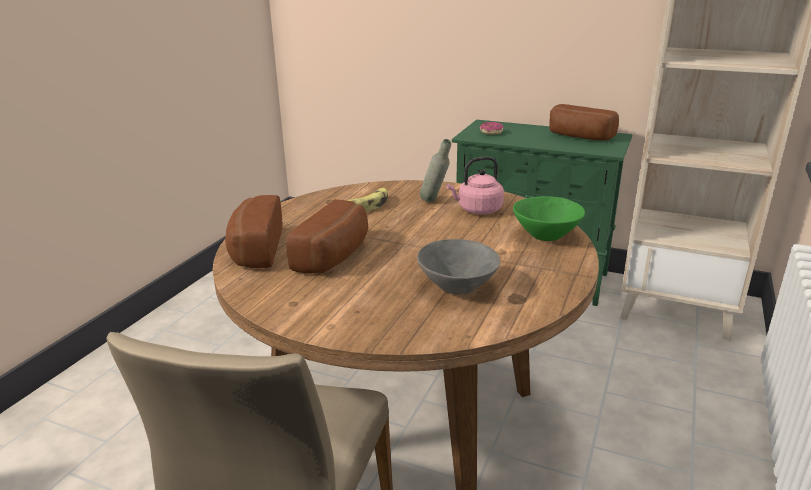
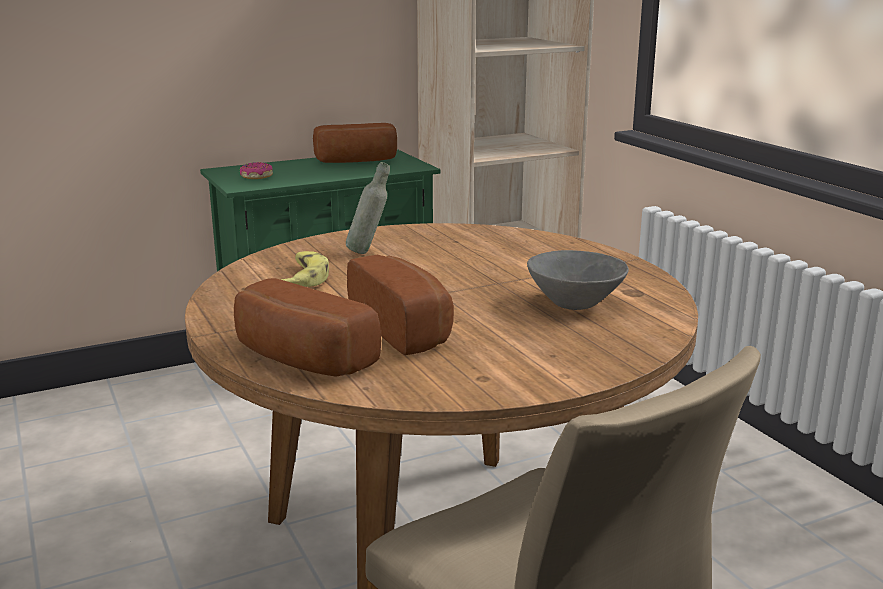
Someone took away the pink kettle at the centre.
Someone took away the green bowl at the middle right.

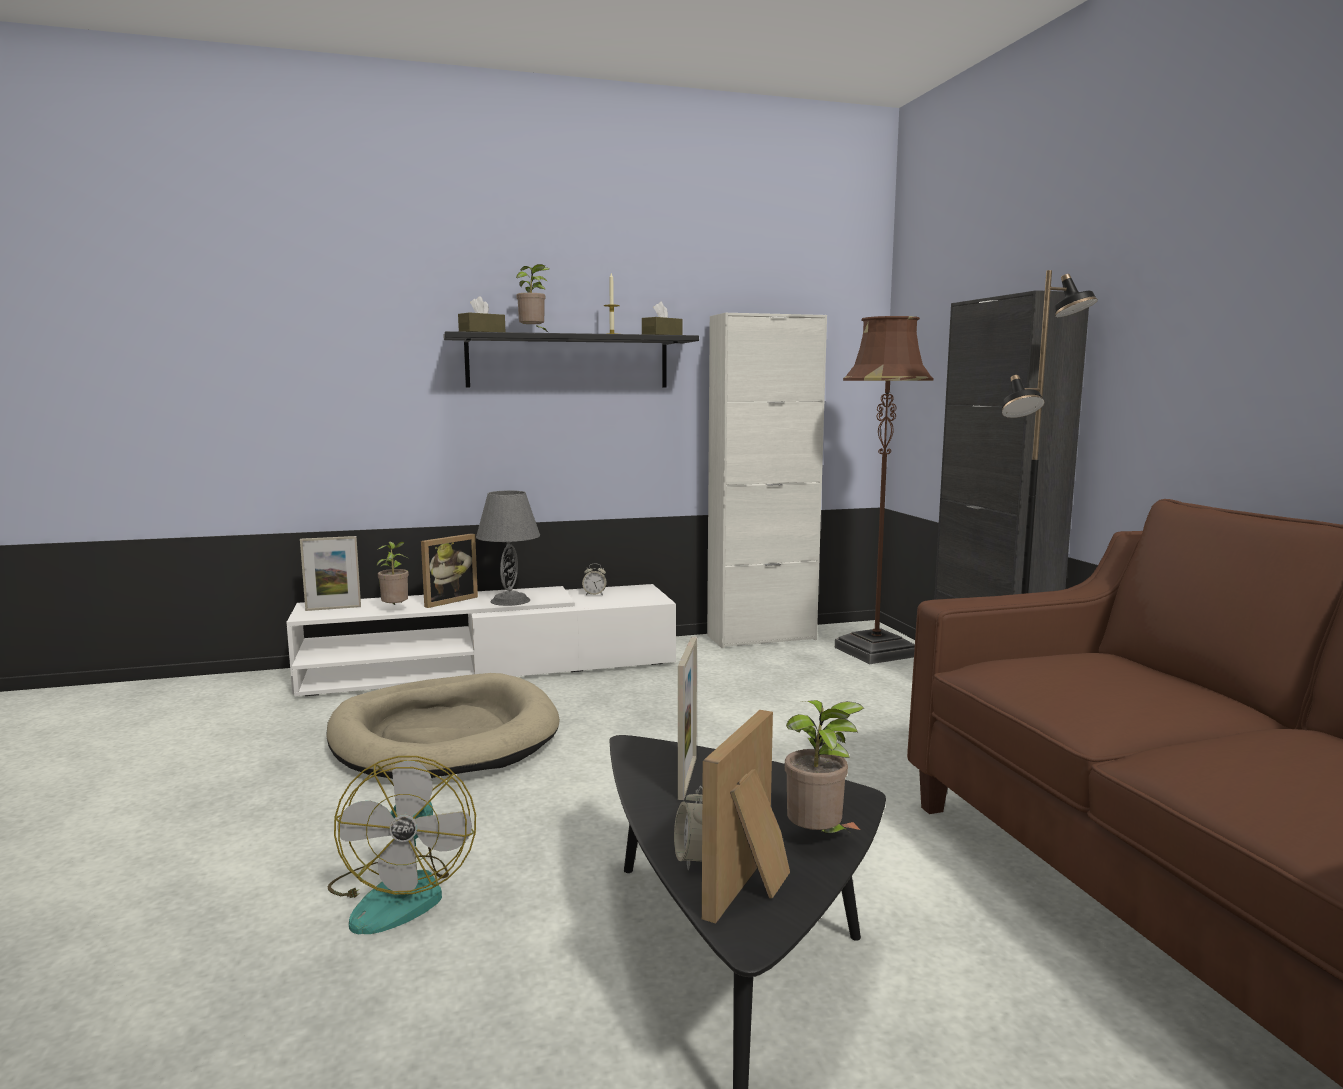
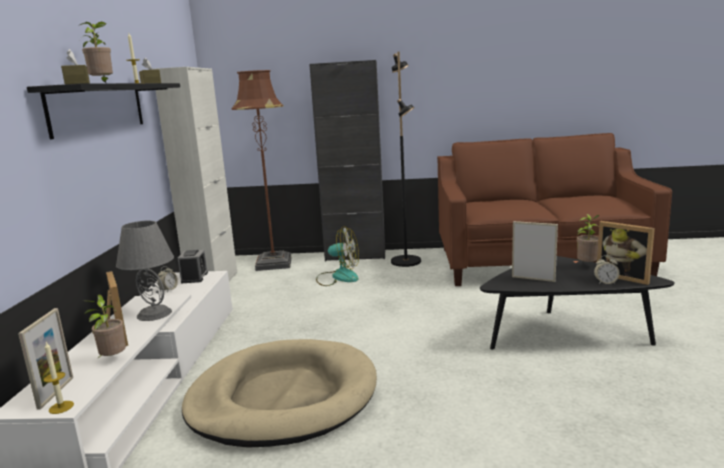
Someone put down the candle (1st from left) at the bottom left.
Someone put down the alarm clock (2nd from left) at the middle left.
Someone carried the fan from the bottom left to the centre.

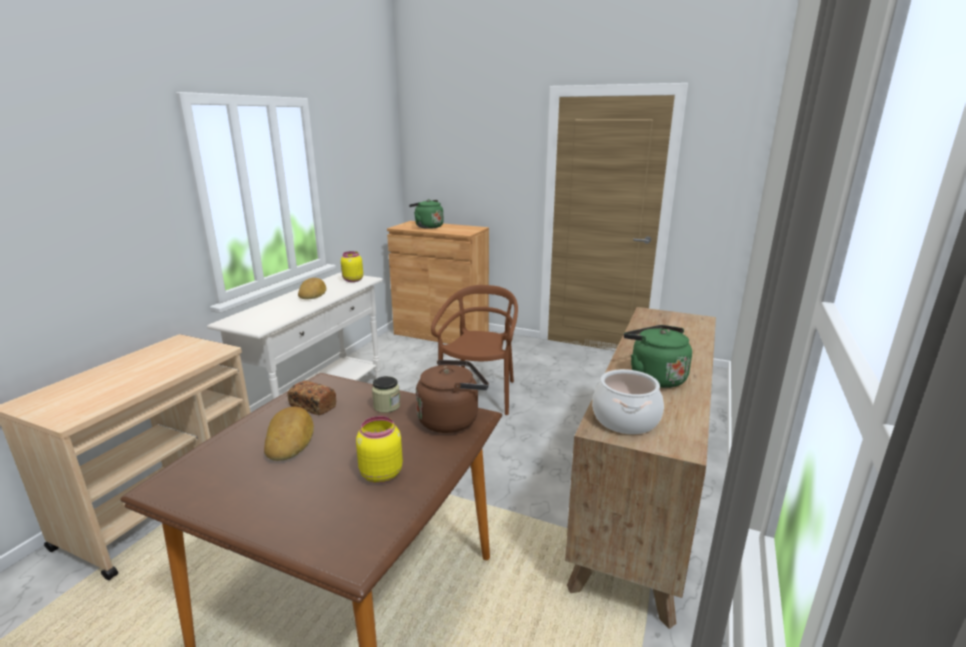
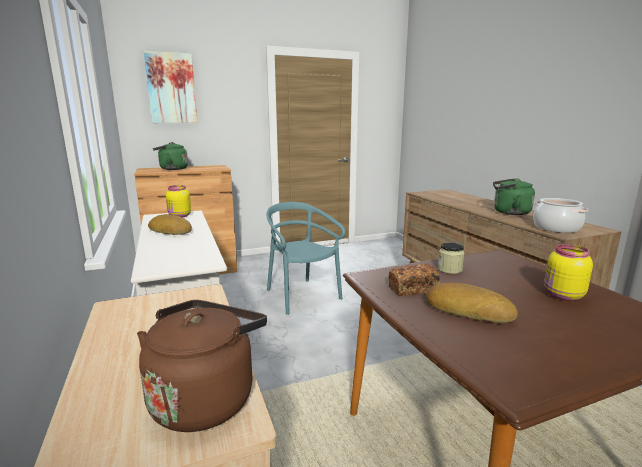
Someone carried the brown kettle from the centre to the bottom left.
Someone put up the picture at the top left.
Someone repainted the brown chair at the centre, which became the turquoise chair at the centre.

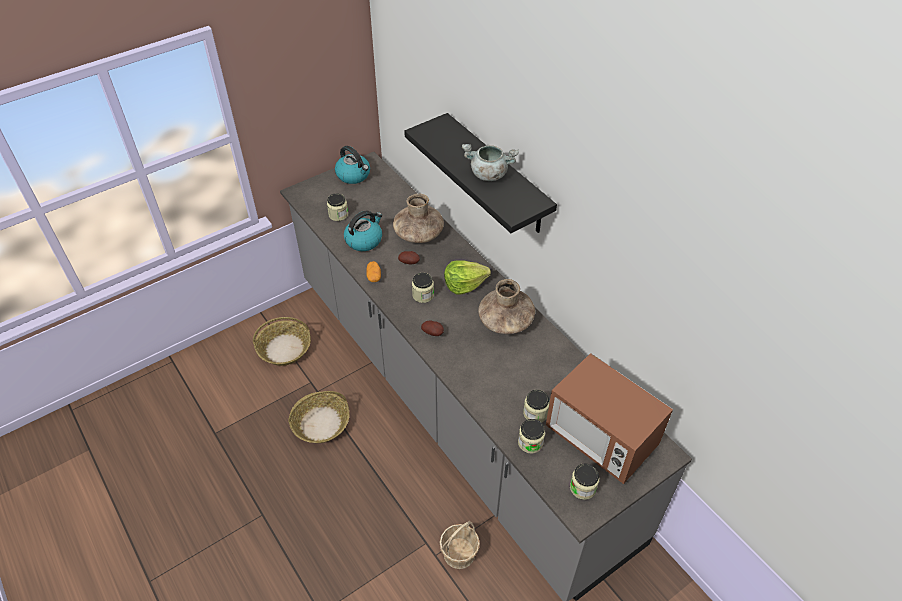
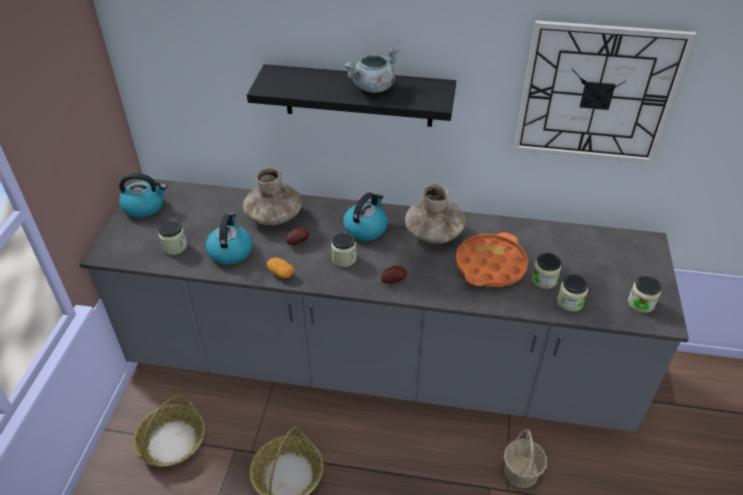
Someone swapped the lettuce at the centre for the kettle (3rd from left) at the centre.
Someone put down the orange tray at the centre.
Someone put up the wall clock at the top right.
Someone took away the microwave at the bottom right.

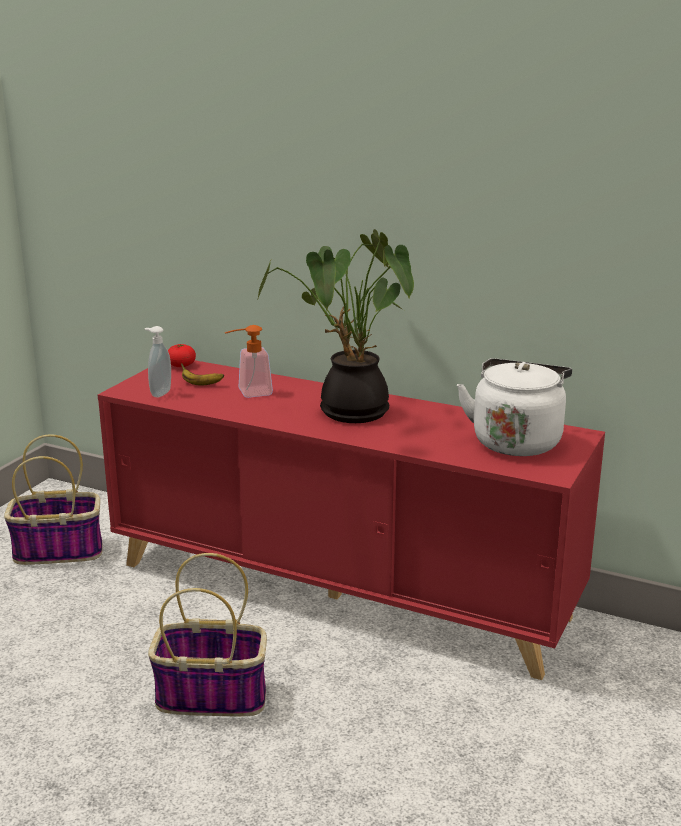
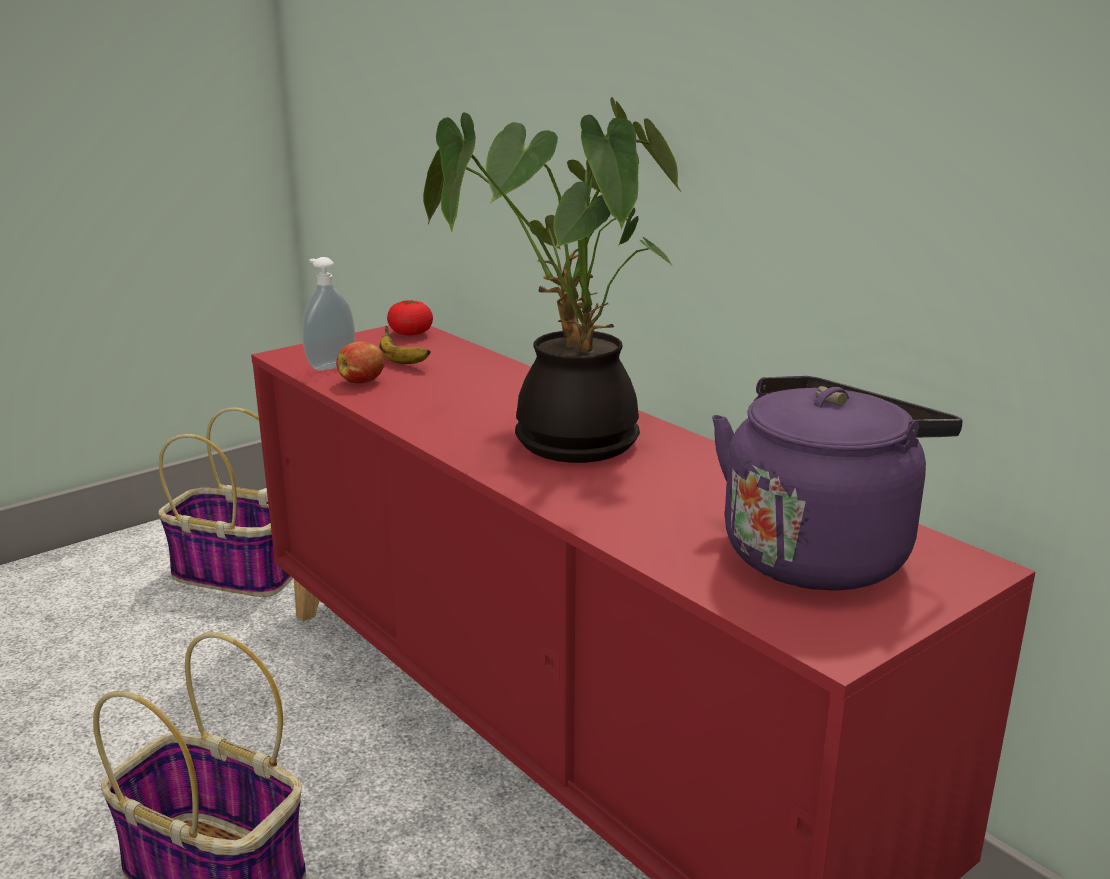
Someone put down the apple at the middle left.
Someone repainted the white kettle at the middle right, which became the purple kettle at the middle right.
Someone took away the soap dispenser (2nd from left) at the centre.

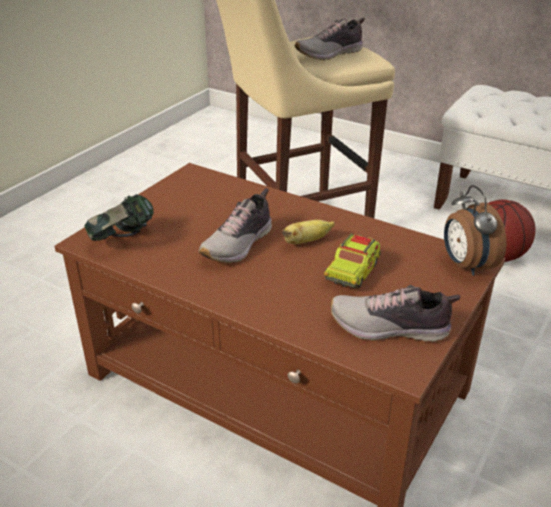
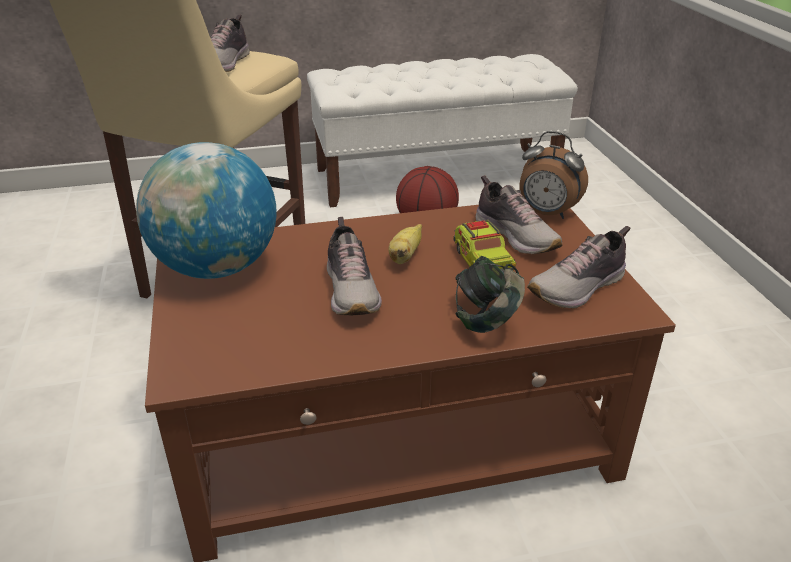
Someone put down the globe at the middle left.
Someone carried the headphones from the middle left to the centre.
Someone put down the shoe (3rd from left) at the centre.

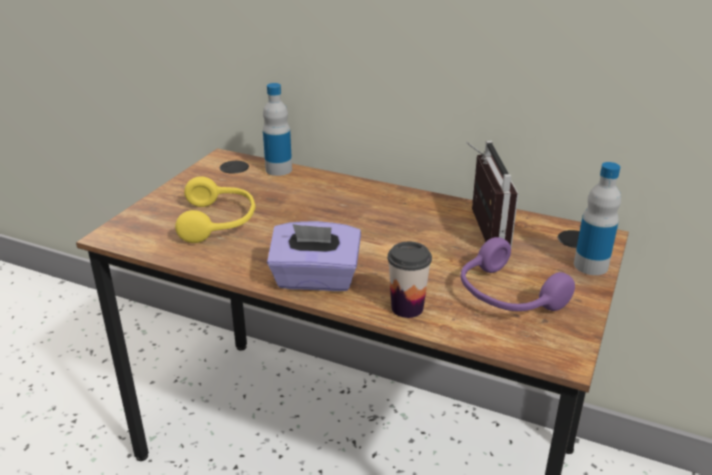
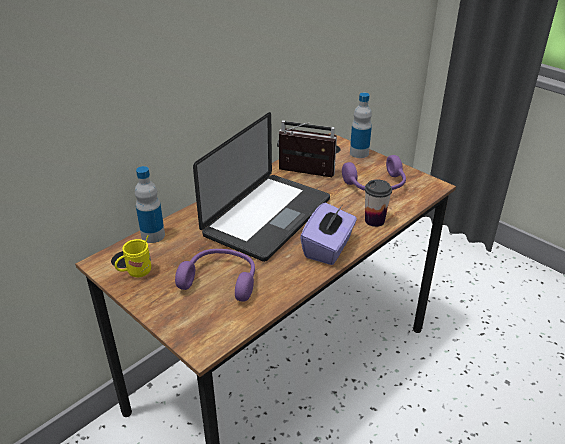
Someone put down the yellow mug at the middle left.
Someone repainted the yellow headphones at the middle left, which became the purple headphones (1st from left) at the centre.
Someone put down the laptop at the centre.

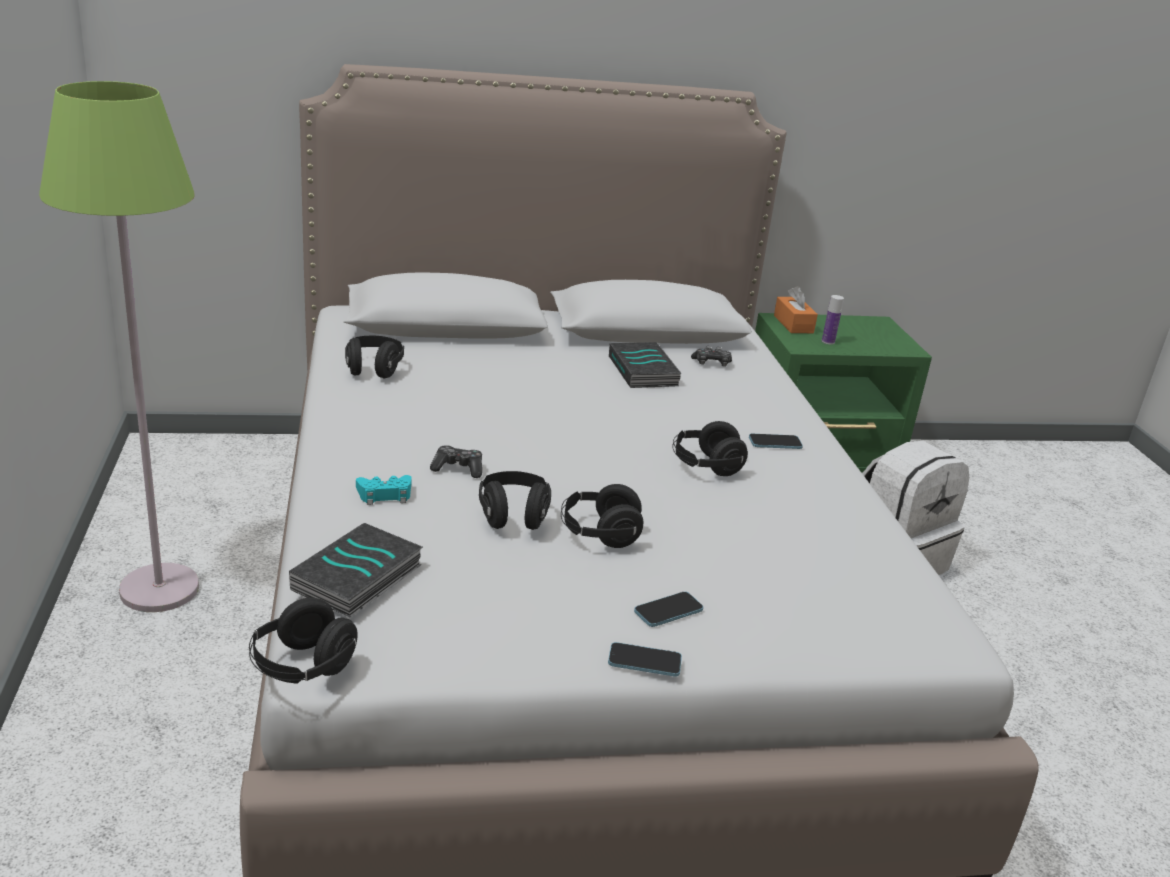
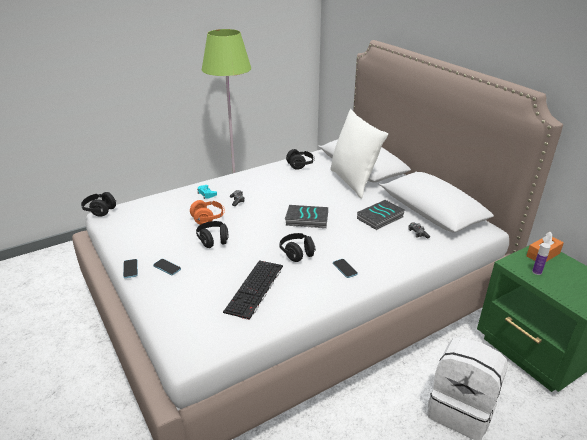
Someone repainted the black headphones (3rd from left) at the centre, which became the orange headphones at the centre.
Someone put down the keyboard at the centre.
Someone carried the book (1st from left) from the middle left to the centre.
Someone put down the white pillow at the centre.

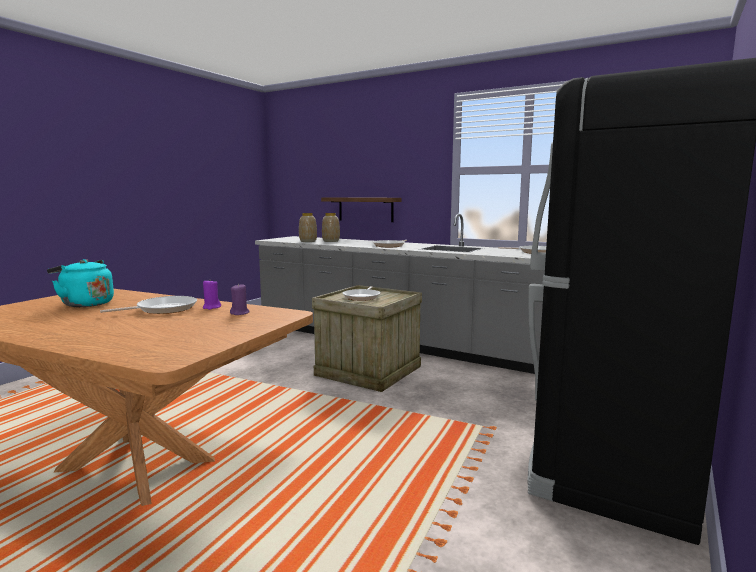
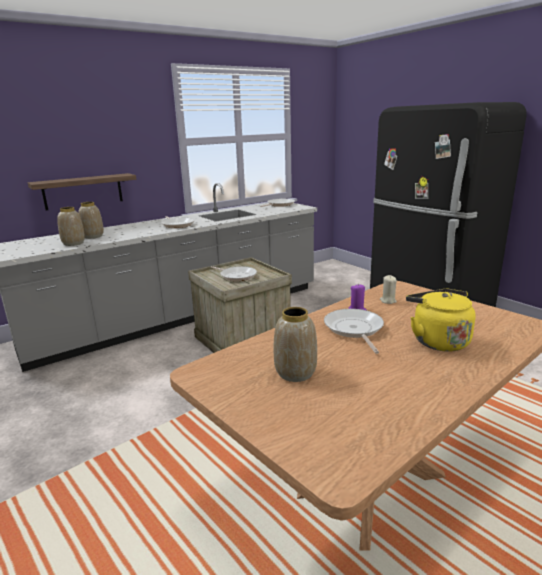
Someone swapped the turquoise kettle at the middle left for the vase (3rd from left) at the centre.
Someone repainted the purple candle (2nd from left) at the middle left, which became the beige candle at the middle right.
Someone put down the yellow kettle at the middle right.

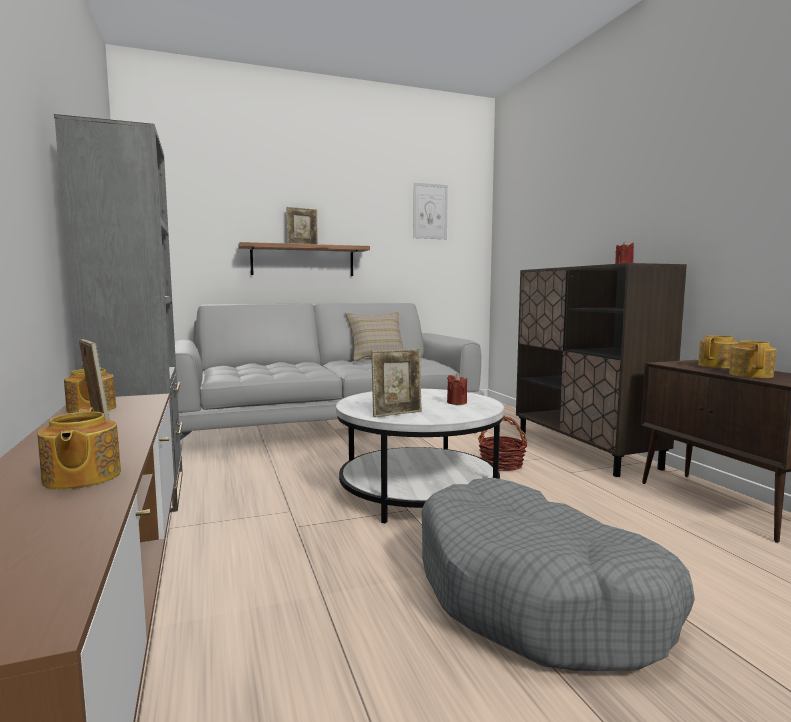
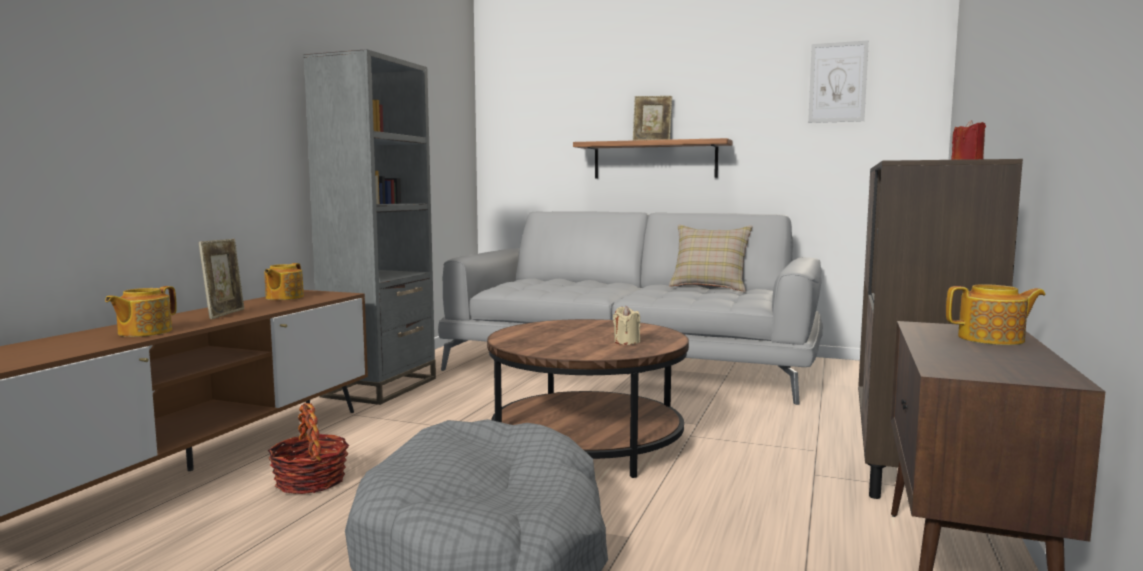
Someone carried the basket from the centre to the bottom left.
Someone repainted the white coffee table at the centre, which became the brown coffee table at the bottom centre.
Someone repainted the red candle (1st from left) at the centre, which became the beige candle at the centre.
Someone took away the picture frame (3rd from left) at the centre.
Someone took away the teapot (4th from left) at the middle right.

